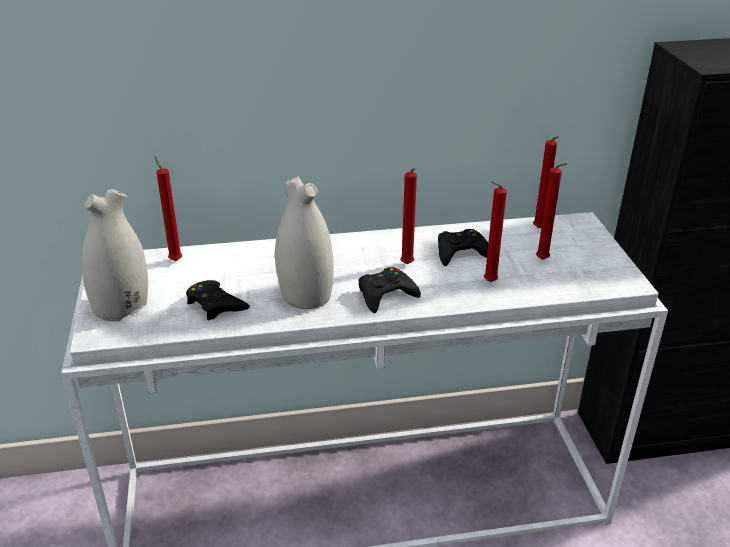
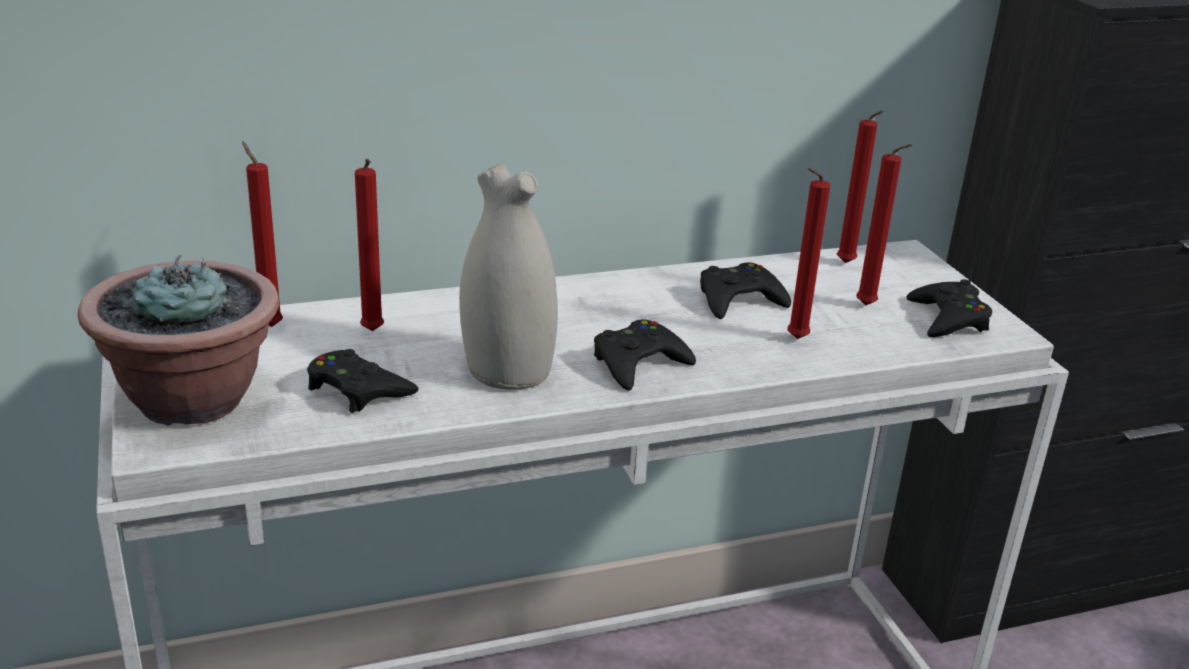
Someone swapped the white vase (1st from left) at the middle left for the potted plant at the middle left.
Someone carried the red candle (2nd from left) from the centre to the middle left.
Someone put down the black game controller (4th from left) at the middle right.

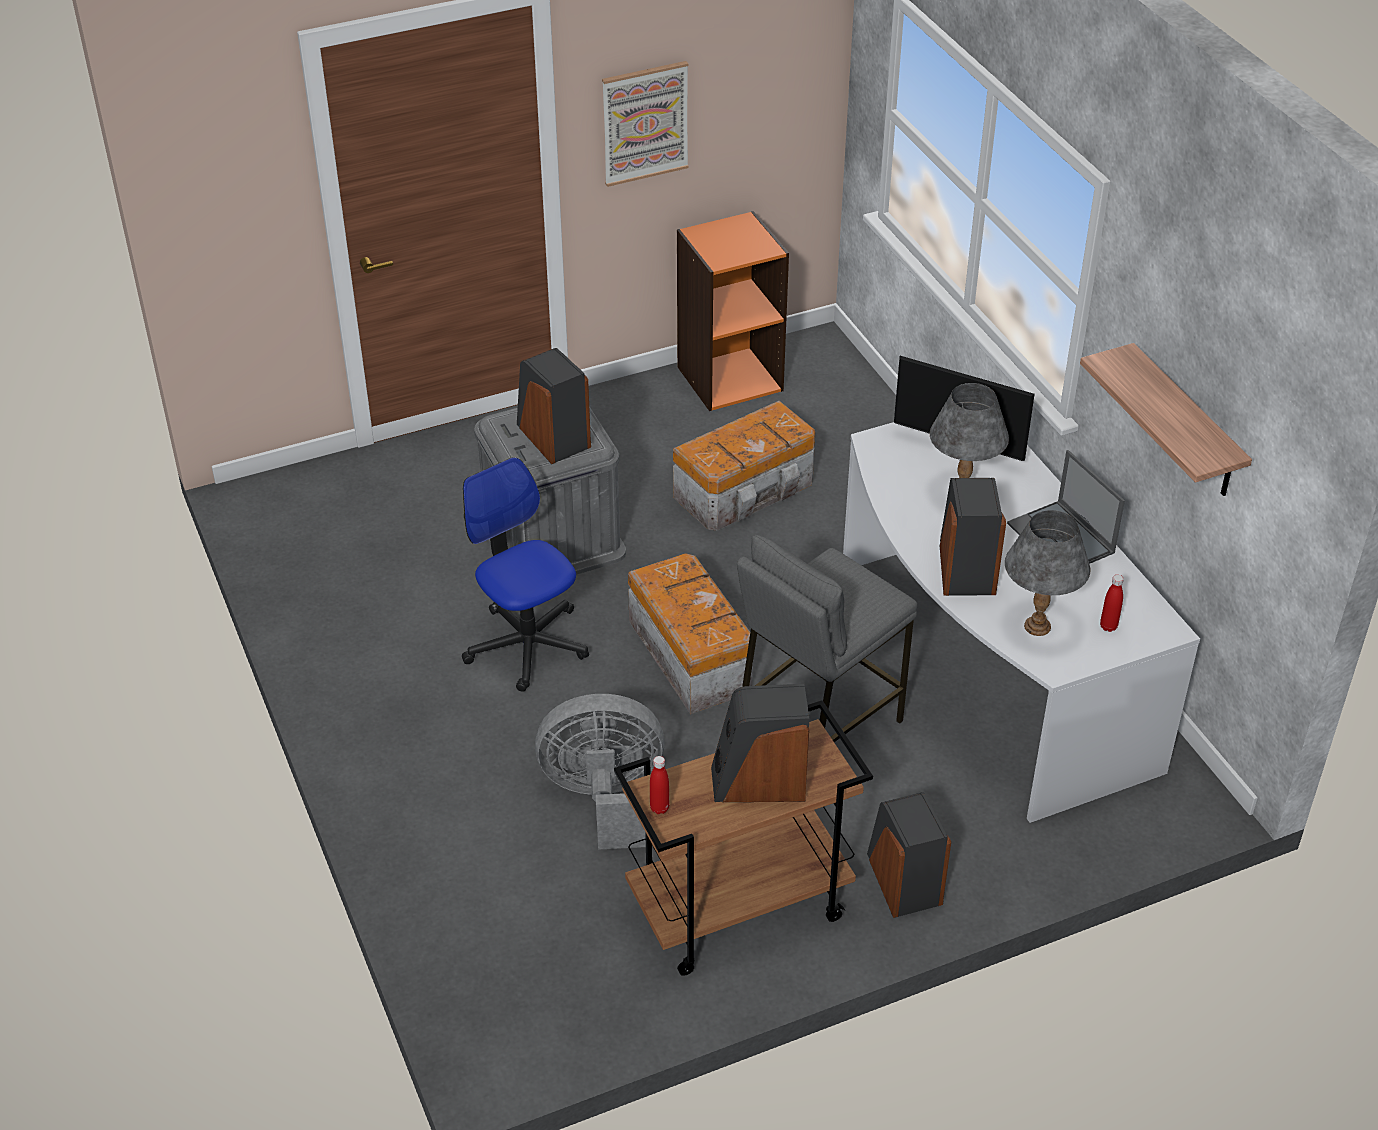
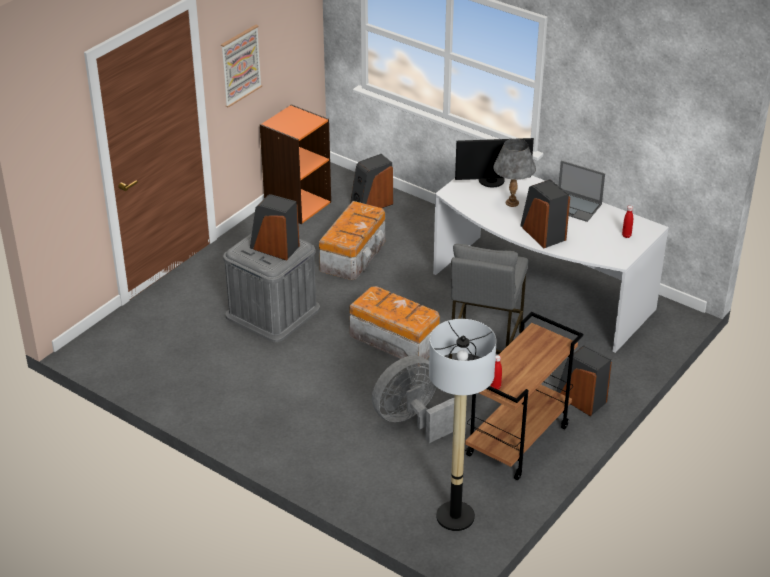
Someone carried the speaker (2nd from left) from the centre to the top centre.
Someone put down the floor lamp at the bottom centre.
Someone took away the office chair at the centre.
Someone took away the grey table lamp (2nd from left) at the middle right.
Someone took away the shelf at the middle right.

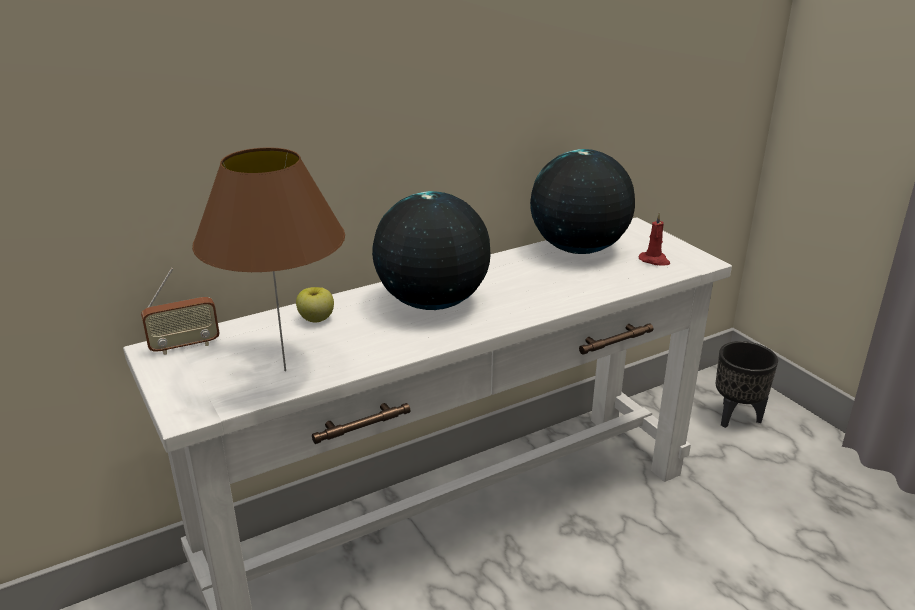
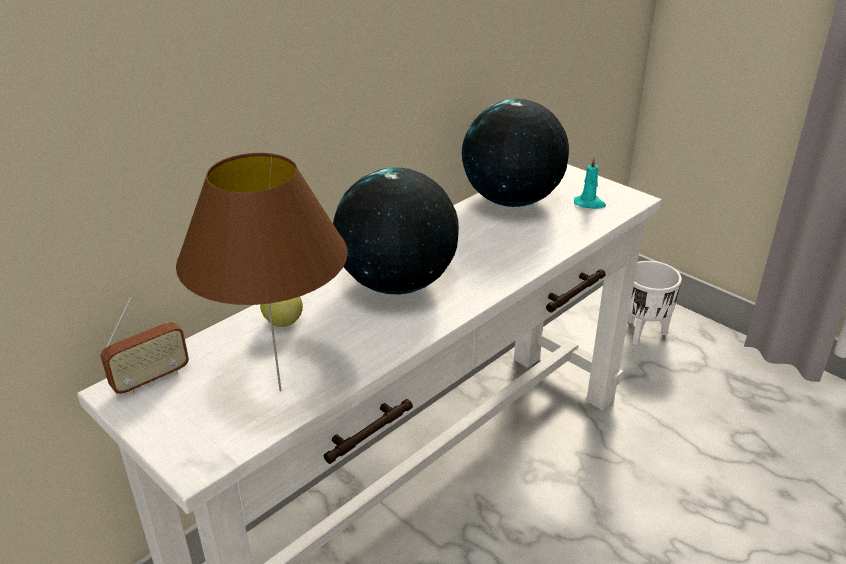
Someone repainted the red candle at the middle right, which became the turquoise candle at the top right.
Someone repainted the black planter at the middle right, which became the white planter at the middle right.

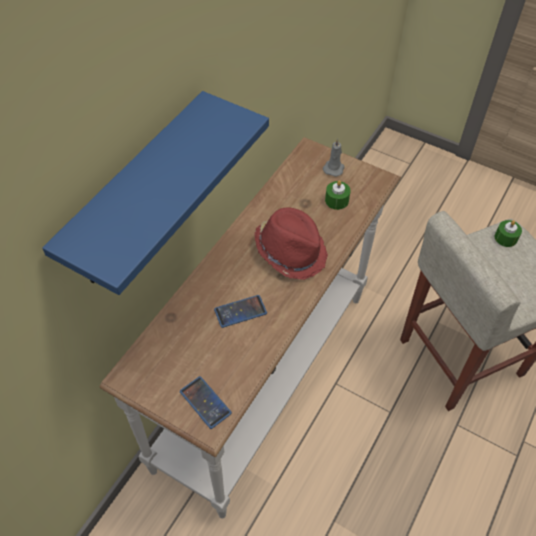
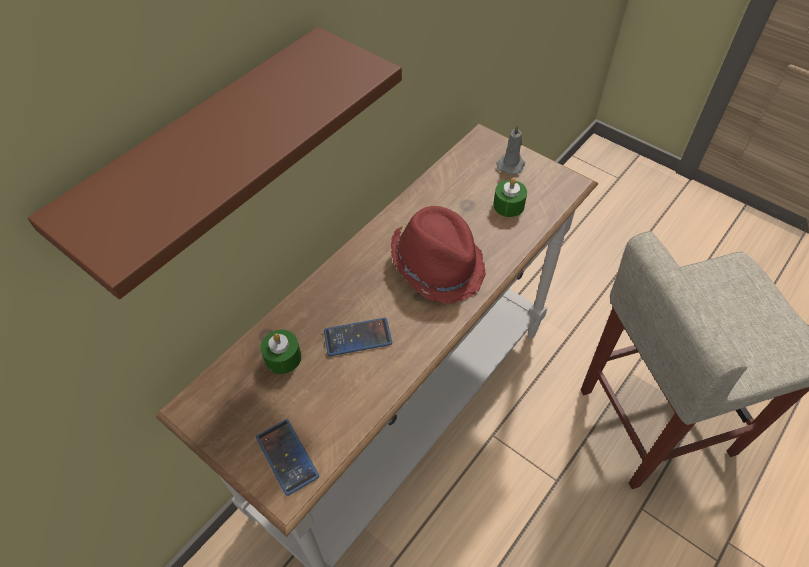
Someone repainted the blue shelf at the middle left, which became the brown shelf at the top left.
Someone carried the green candle (2nd from left in the first image) from the middle right to the centre.

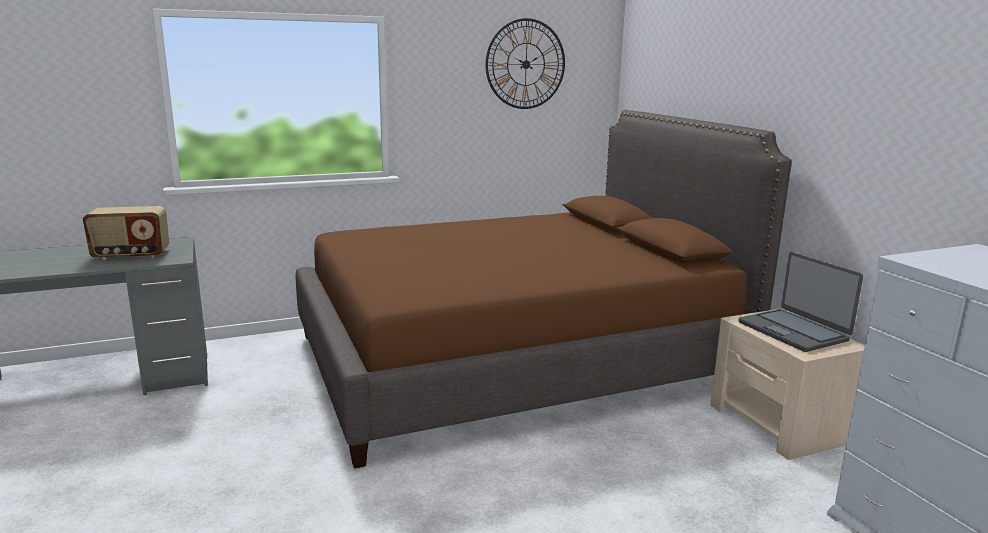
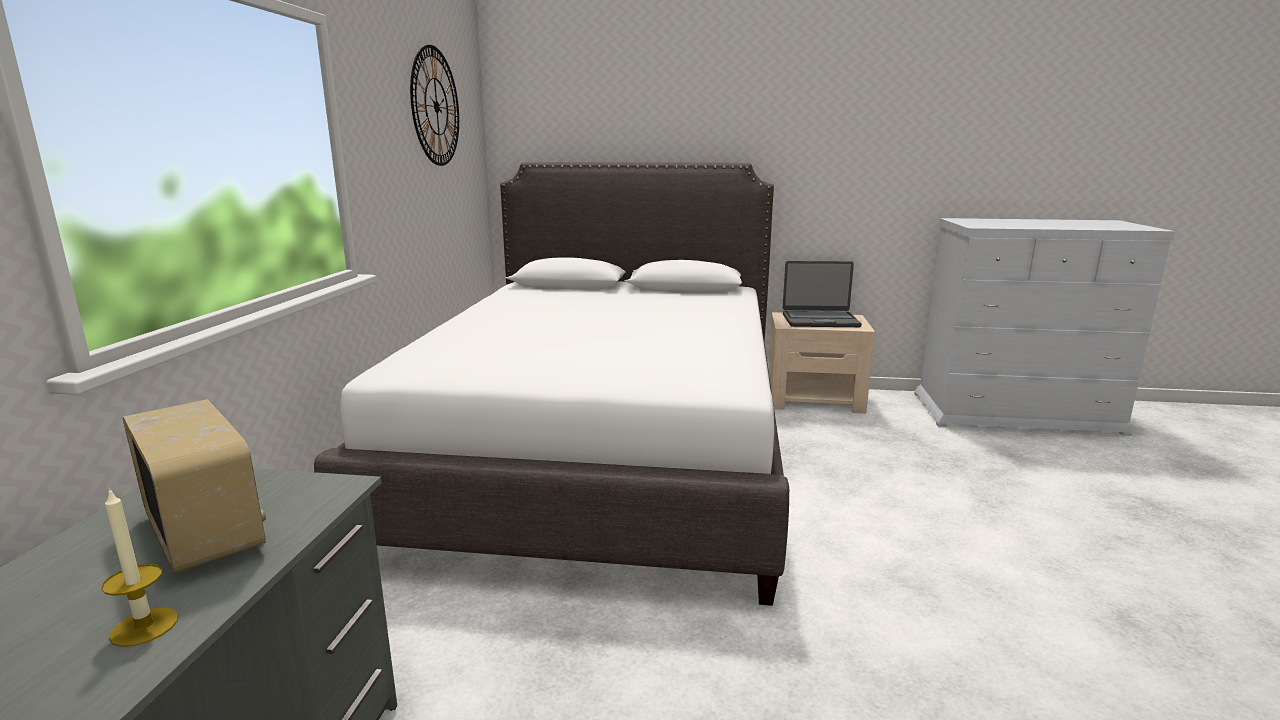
Someone put down the candle at the bottom left.
Someone rotated the radio at the middle left by 60 degrees counterclockwise.
Someone repainted the brown bed at the centre, which became the white bed at the centre.

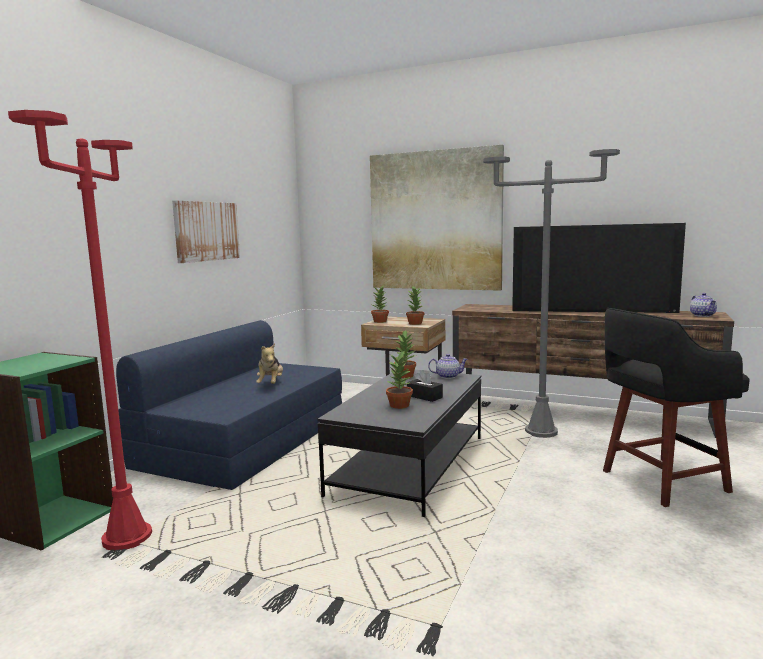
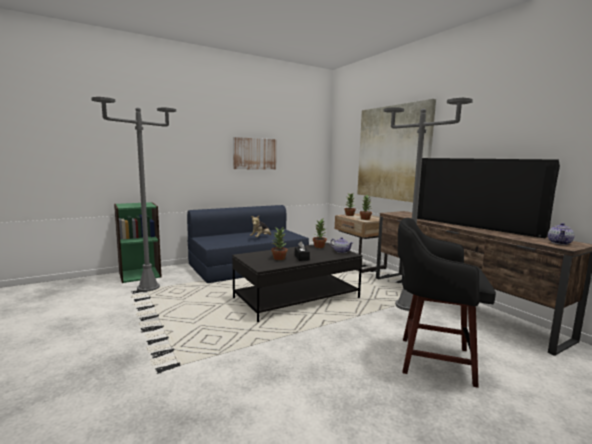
Someone repainted the red floor lamp at the middle left, which became the grey floor lamp (1st from left) at the middle left.

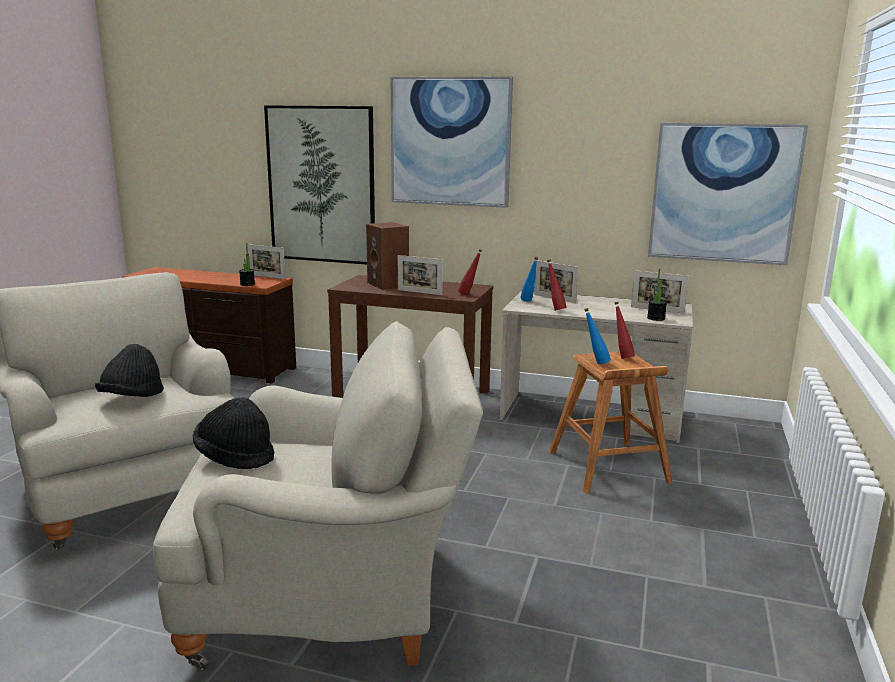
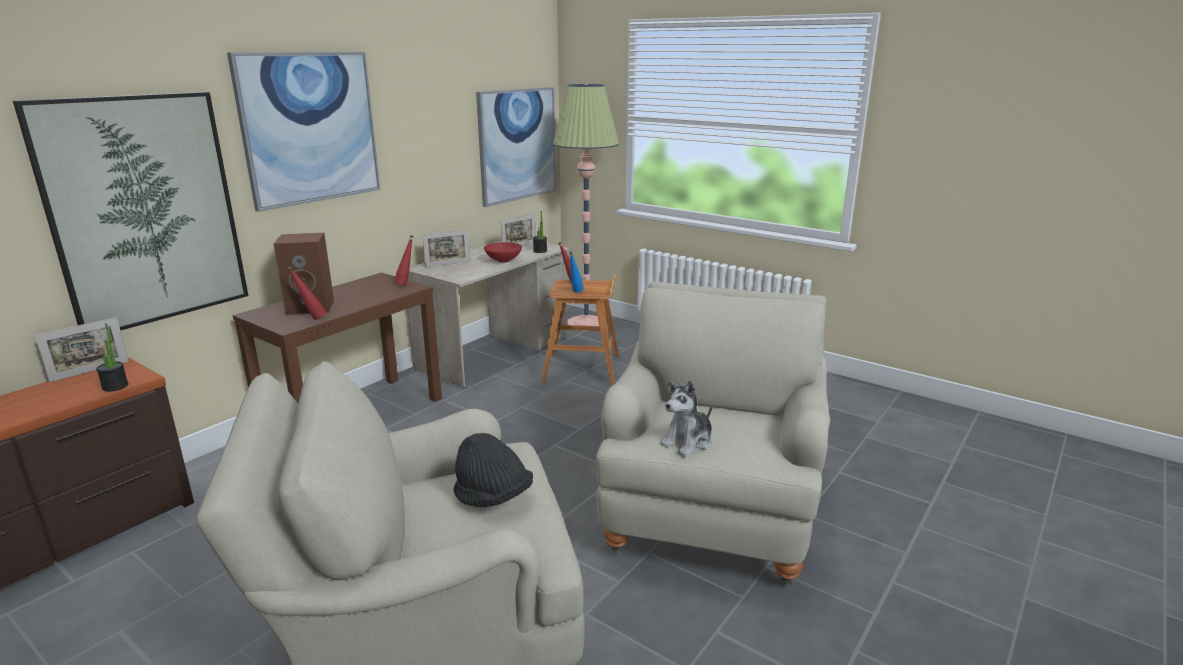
Someone carried the red bottle (2nd from left in the first image) from the centre to the middle left.
Someone put down the red bowl at the centre.
Someone put down the floor lamp at the top centre.
Someone swapped the black hat (2nd from left) at the middle left for the plush toy at the centre.
Someone took away the picture frame (2nd from left) at the centre.
Someone took away the blue bottle (1st from left) at the centre.

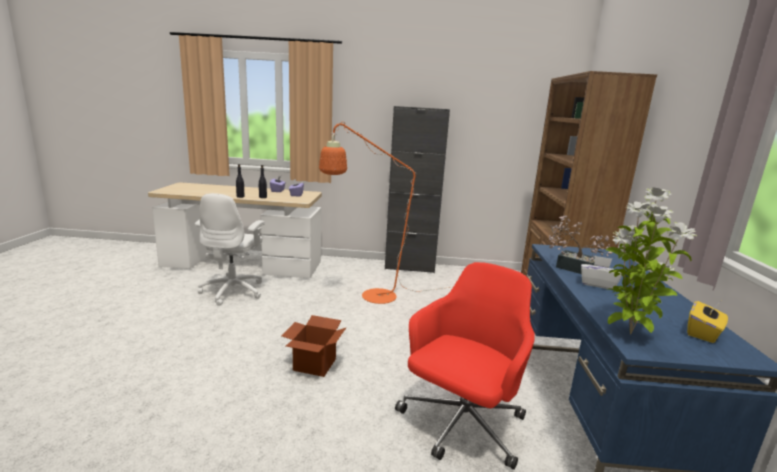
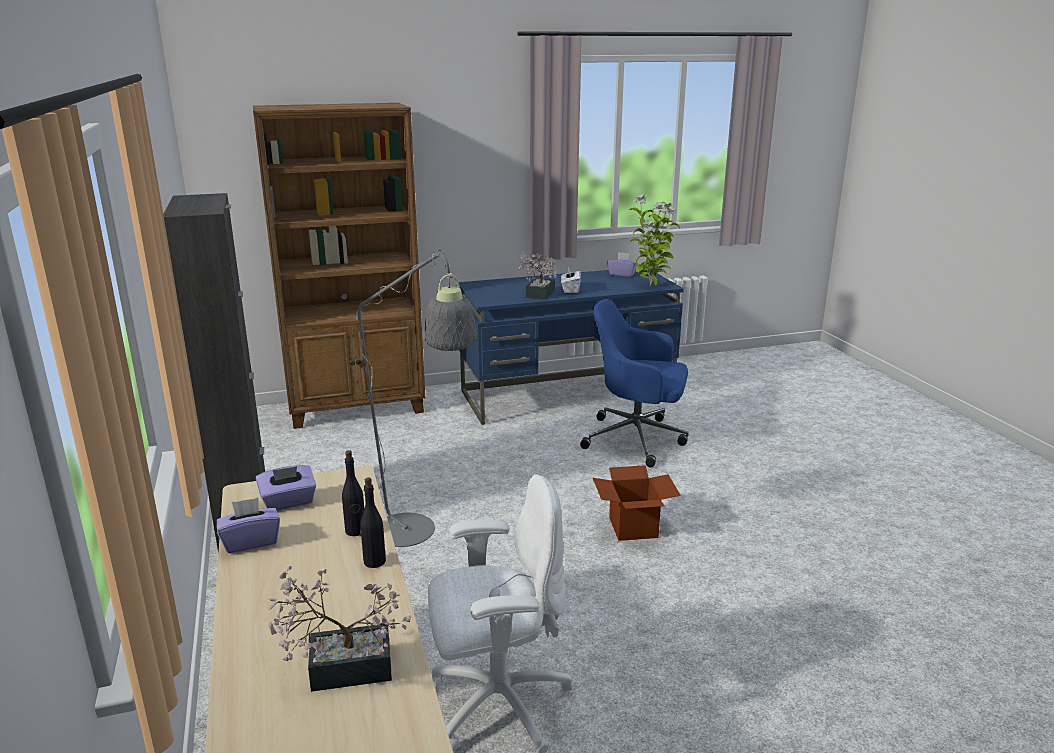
Someone put down the potted plant (1st from left) at the bottom left.
Someone repainted the orange floor lamp at the centre, which became the grey floor lamp at the centre.
Someone repainted the red office chair at the bottom centre, which became the blue office chair at the centre.
Someone repainted the yellow tissue box at the bottom right, which became the purple tissue box (3rd from left) at the centre.

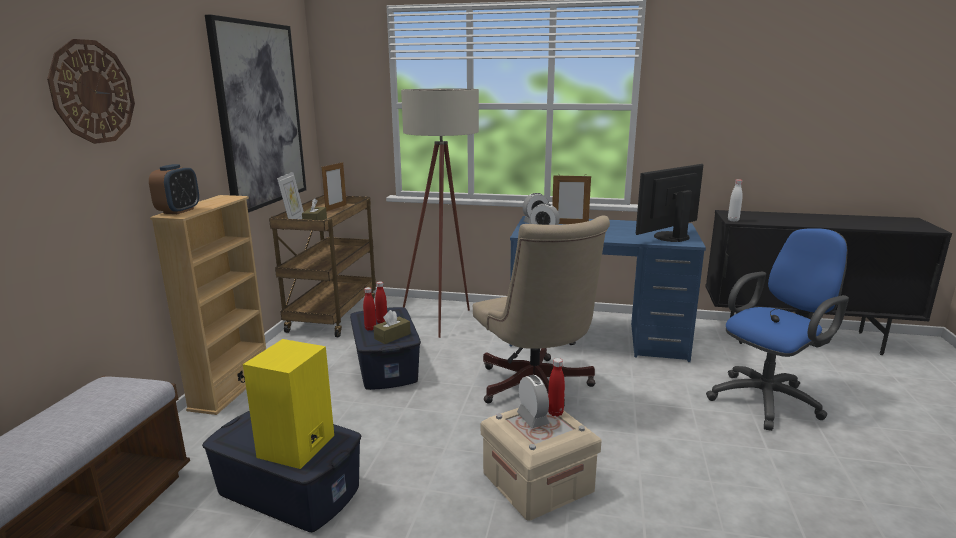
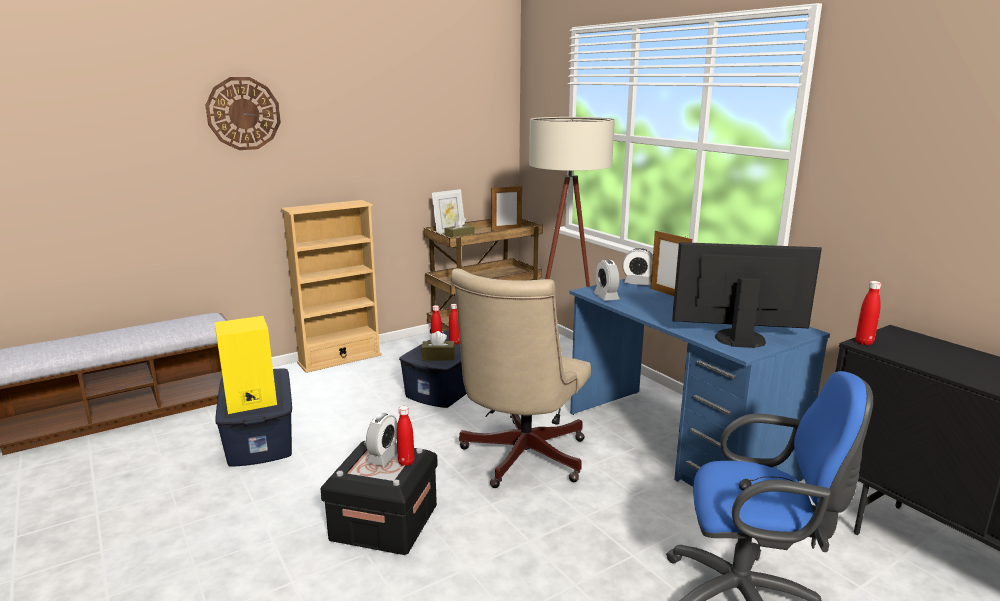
Someone repainted the beige storage box at the bottom centre, which became the black storage box at the bottom centre.
Someone repainted the white bottle at the middle right, which became the red bottle (4th from left) at the middle right.
Someone took away the alarm clock (1st from left) at the middle left.
Someone took away the picture at the top left.

